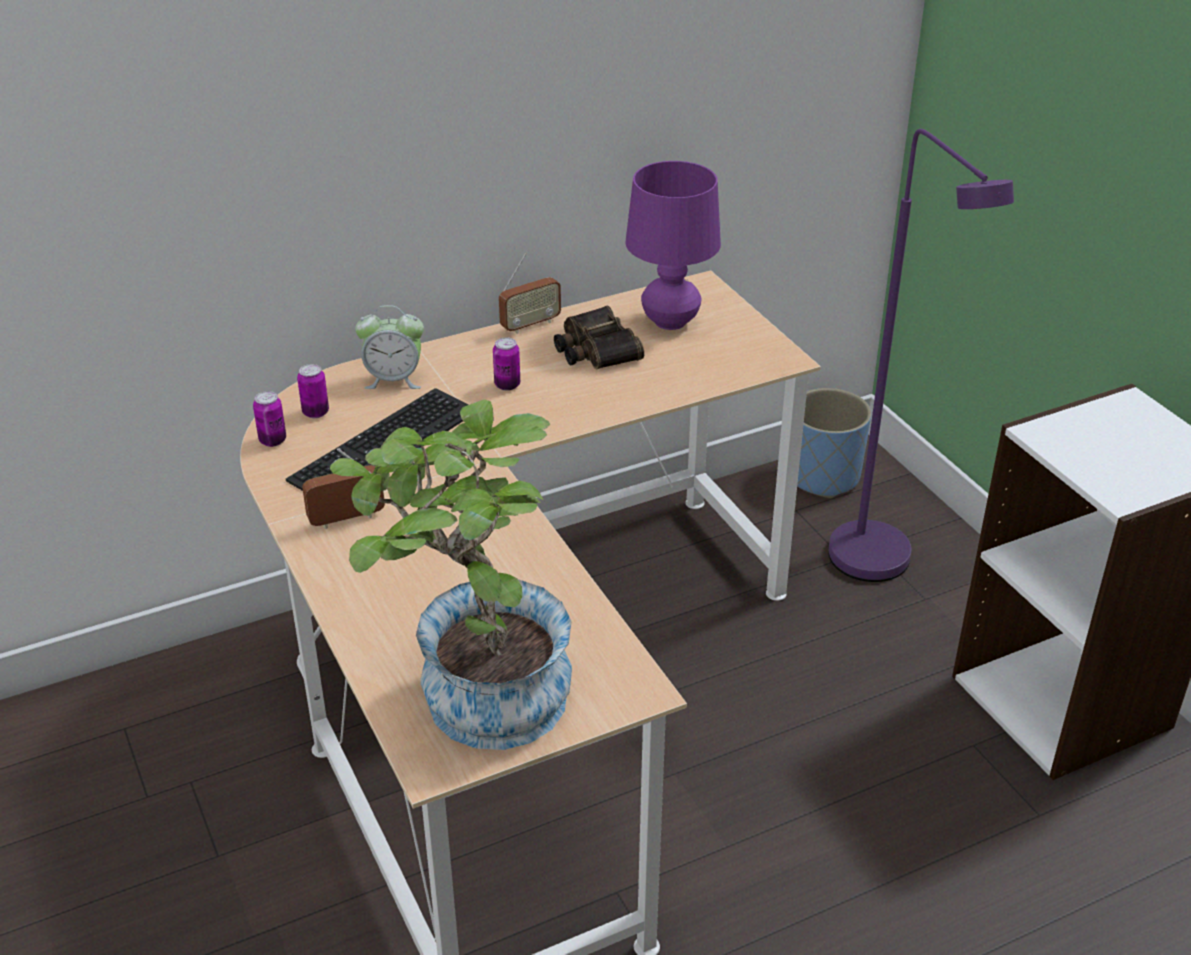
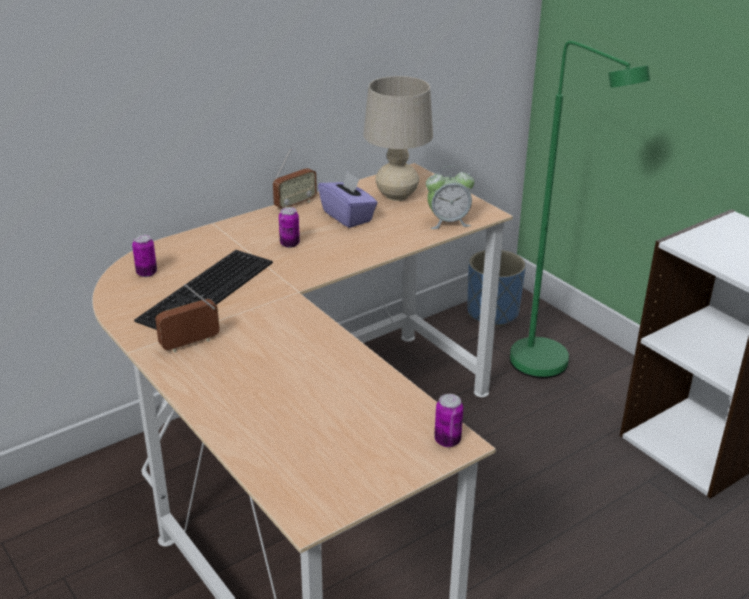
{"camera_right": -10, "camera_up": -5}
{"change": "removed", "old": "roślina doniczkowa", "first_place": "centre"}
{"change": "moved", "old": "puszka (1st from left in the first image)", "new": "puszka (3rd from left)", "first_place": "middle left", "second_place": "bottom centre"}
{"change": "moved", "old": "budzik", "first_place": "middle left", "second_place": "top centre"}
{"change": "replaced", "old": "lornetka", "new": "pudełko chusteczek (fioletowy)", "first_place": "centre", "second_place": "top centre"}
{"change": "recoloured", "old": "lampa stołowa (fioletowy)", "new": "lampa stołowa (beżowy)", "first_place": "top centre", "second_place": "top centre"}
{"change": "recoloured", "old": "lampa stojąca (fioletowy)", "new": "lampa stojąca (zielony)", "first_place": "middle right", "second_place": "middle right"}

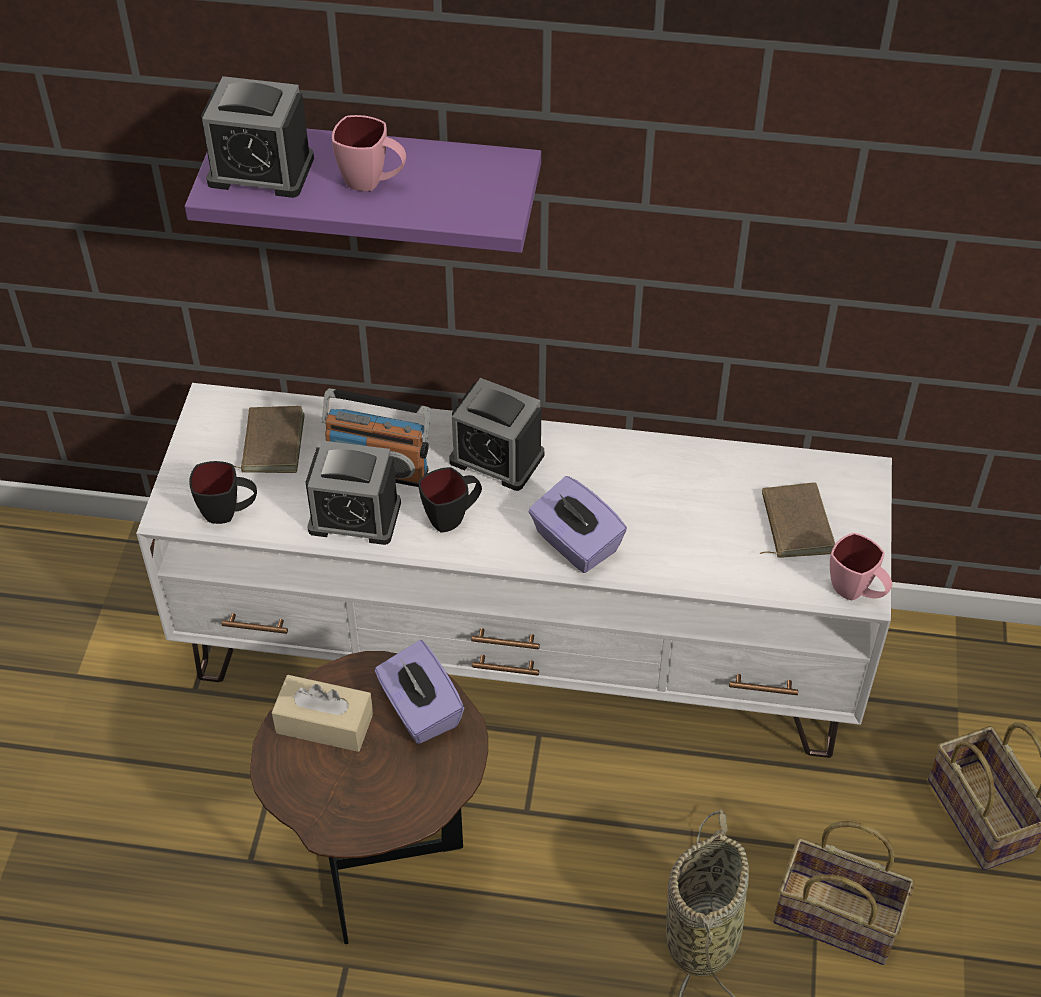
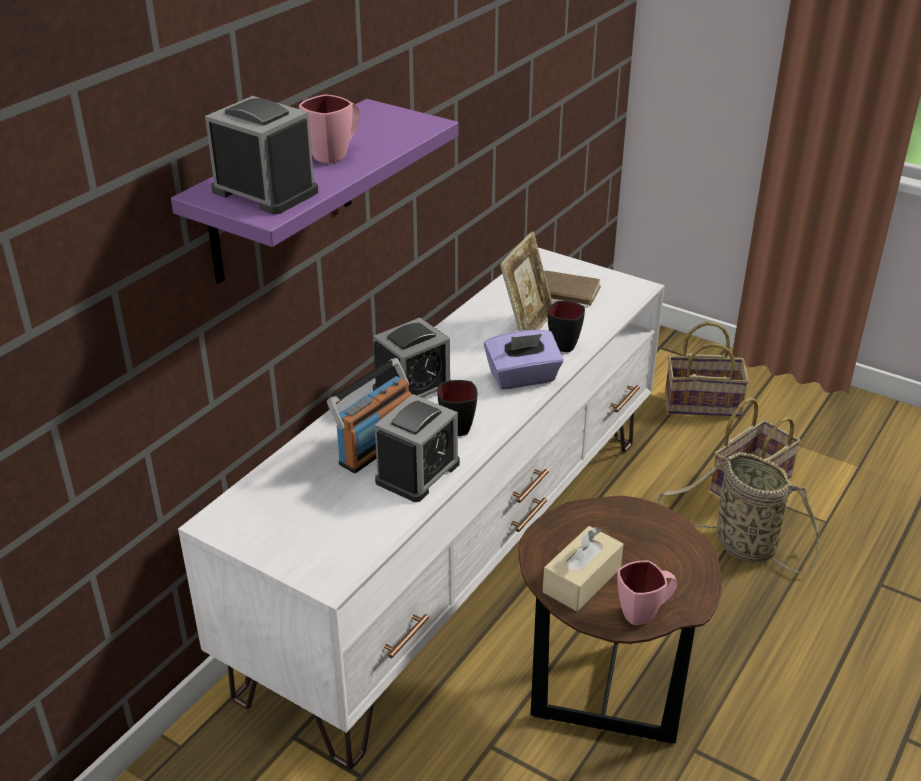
{"camera_right": -65, "camera_up": -15}
{"change": "removed", "old": "książka (brązowy) (1st from left)", "first_place": "middle left"}
{"change": "removed", "old": "pudełko chusteczek (fioletowy) (1st from left)", "first_place": "bottom centre"}
{"change": "added", "new": "ramka na zdjęcie", "second_place": "centre"}
{"change": "moved", "old": "kubek (czarny) (1st from left in the first image)", "new": "kubek (czarny) (2nd from left)", "first_place": "middle left", "second_place": "centre"}
{"change": "moved", "old": "kubek (różowy) (2nd from left)", "first_place": "middle right", "second_place": "bottom right"}
{"change": "turned", "old": "budzik (1st from left)", "first_place": "top left", "second_place": "top left", "degrees": -90}

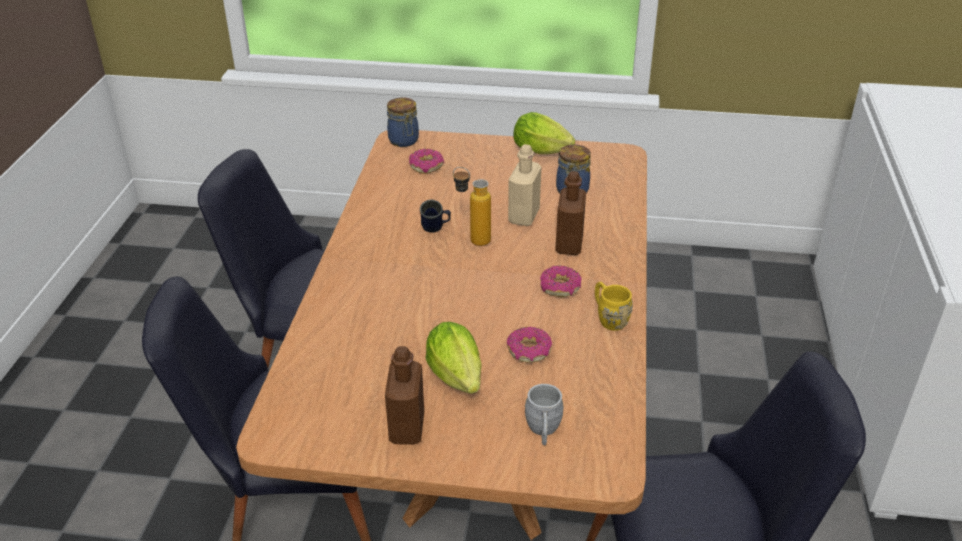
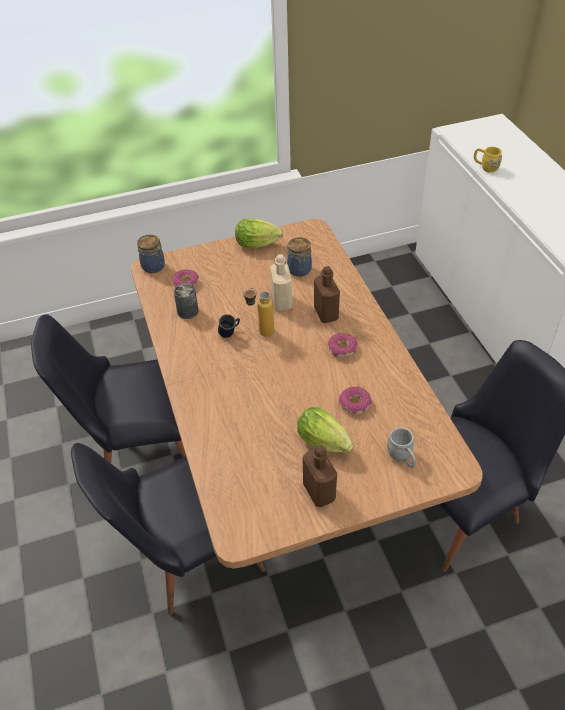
{"camera_right": -25, "camera_up": 10}
{"change": "added", "new": "puszka", "second_place": "middle left"}
{"change": "moved", "old": "kubek (żółty)", "first_place": "centre", "second_place": "top right"}

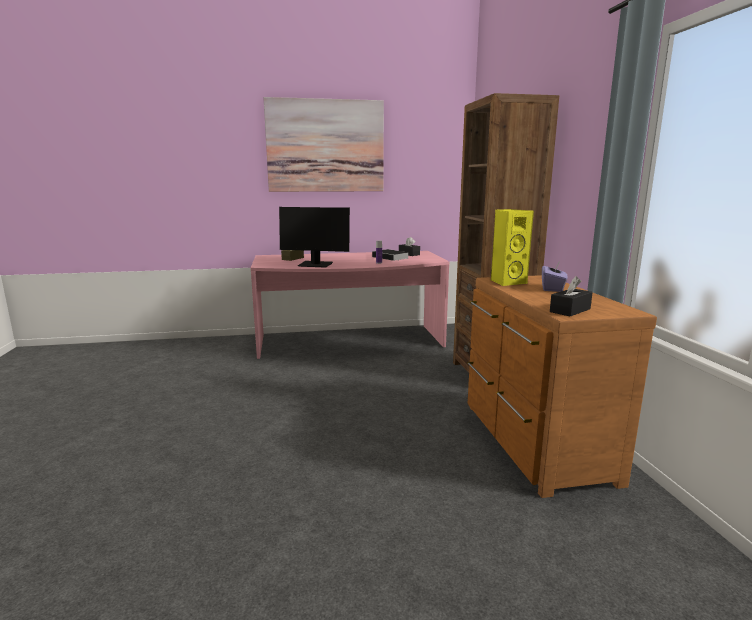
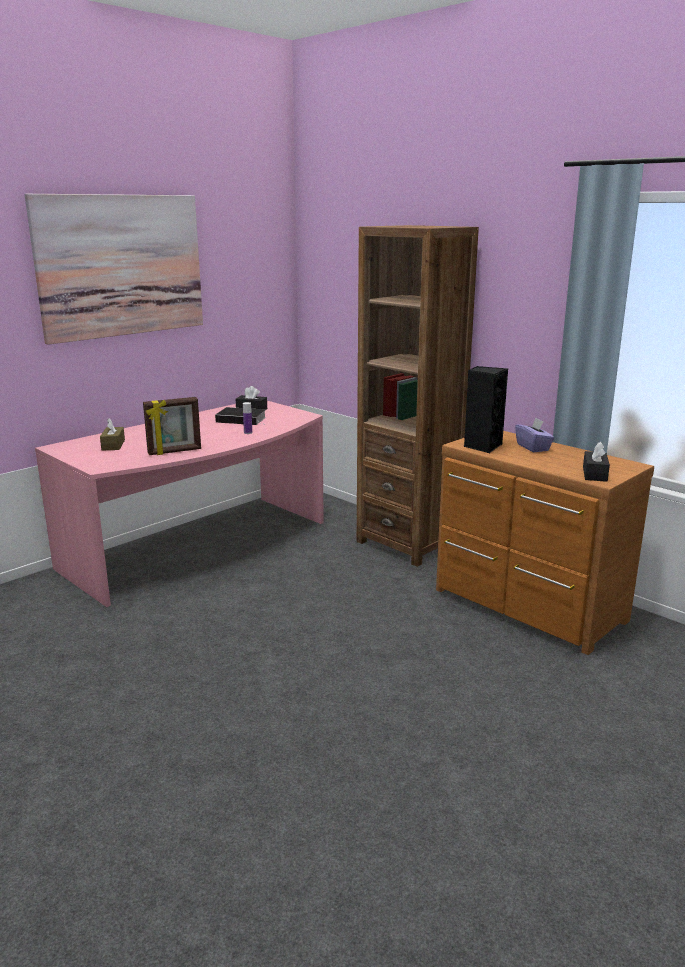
{"camera_right": -35, "camera_up": 5}
{"change": "replaced", "old": "monitor", "new": "ramka na zdjęcie", "first_place": "centre", "second_place": "middle left"}
{"change": "recoloured", "old": "głośnik (żółty)", "new": "głośnik (czarny)", "first_place": "middle right", "second_place": "middle right"}

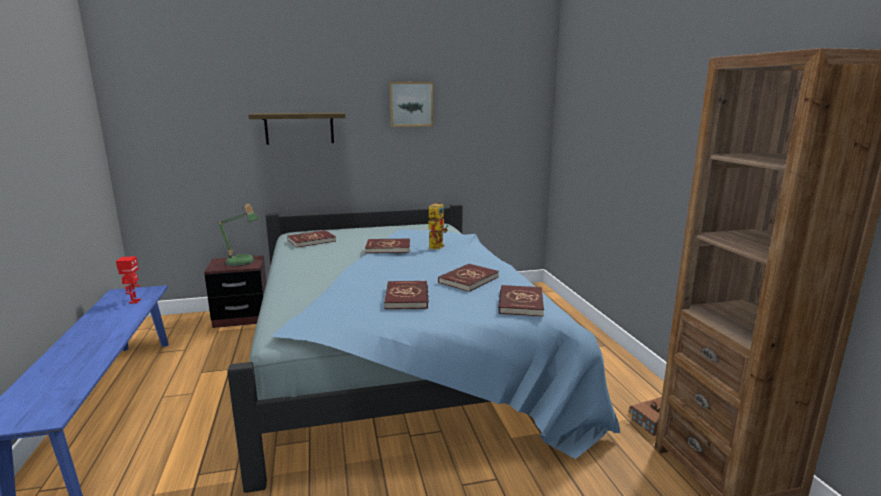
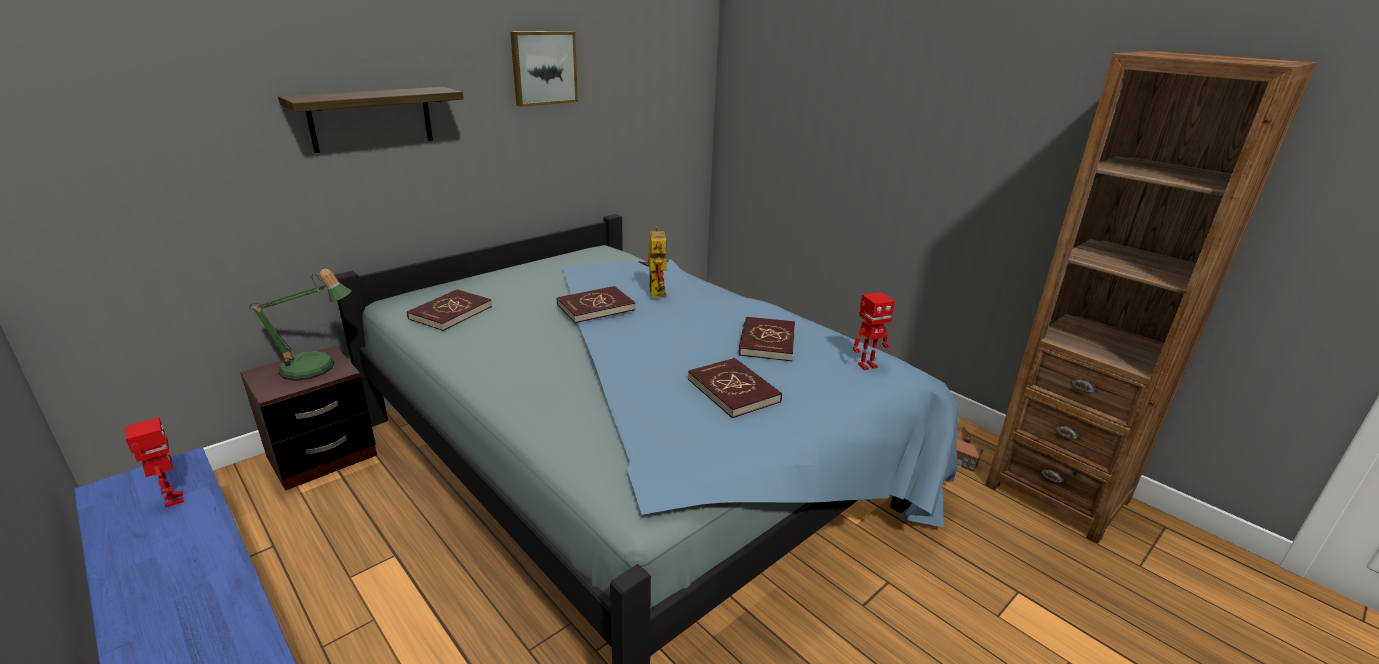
{"camera_right": -30, "camera_up": 10}
{"change": "replaced", "old": "książka (czerwony) (5th from left)", "new": "robot zabawkowy (3rd from left)", "first_place": "centre", "second_place": "centre"}

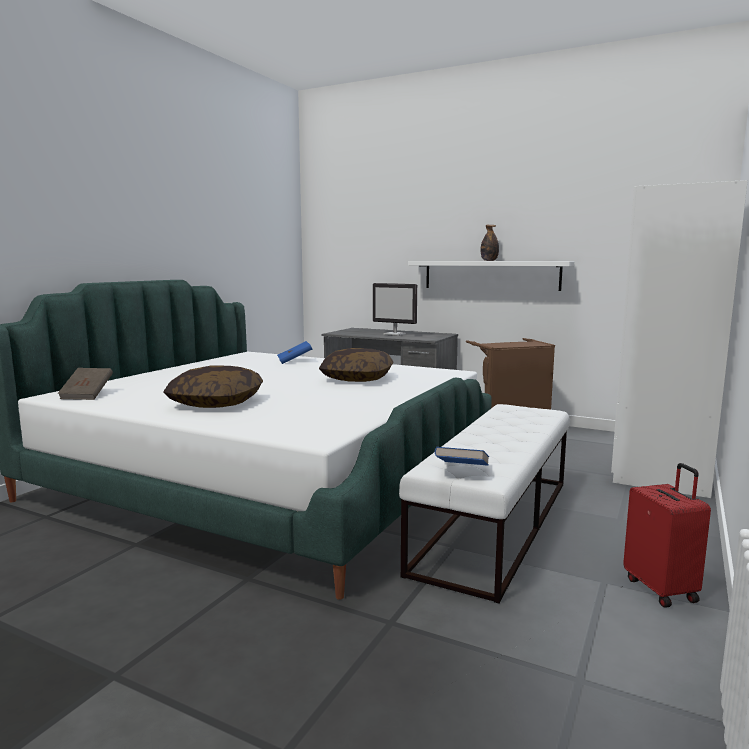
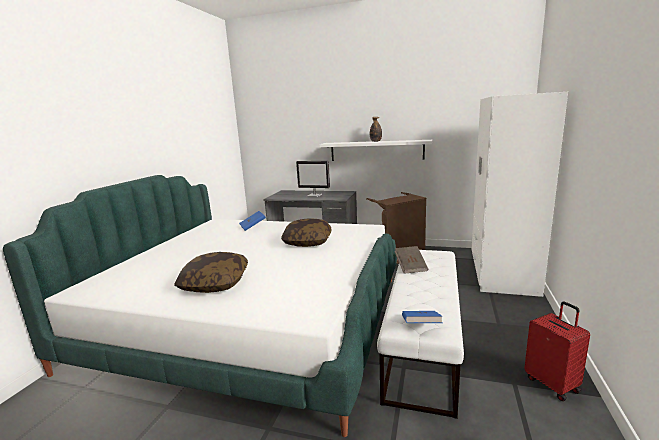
{"camera_right": -10, "camera_up": 5}
{"change": "moved", "old": "książka (brązowy)", "first_place": "middle left", "second_place": "centre"}

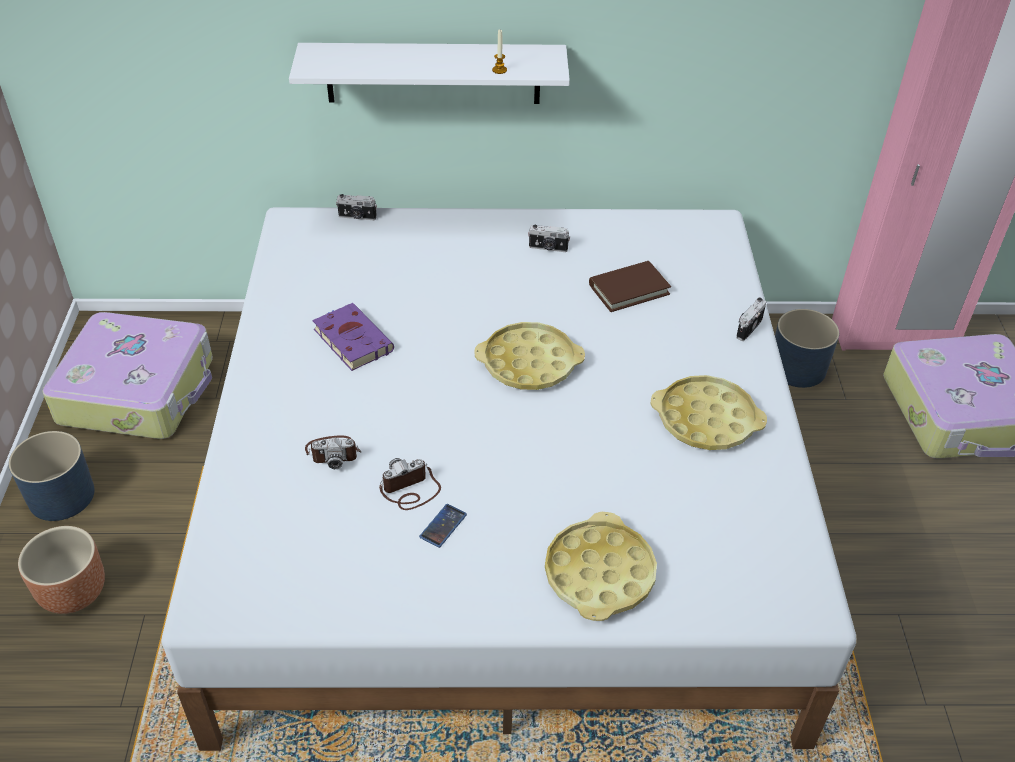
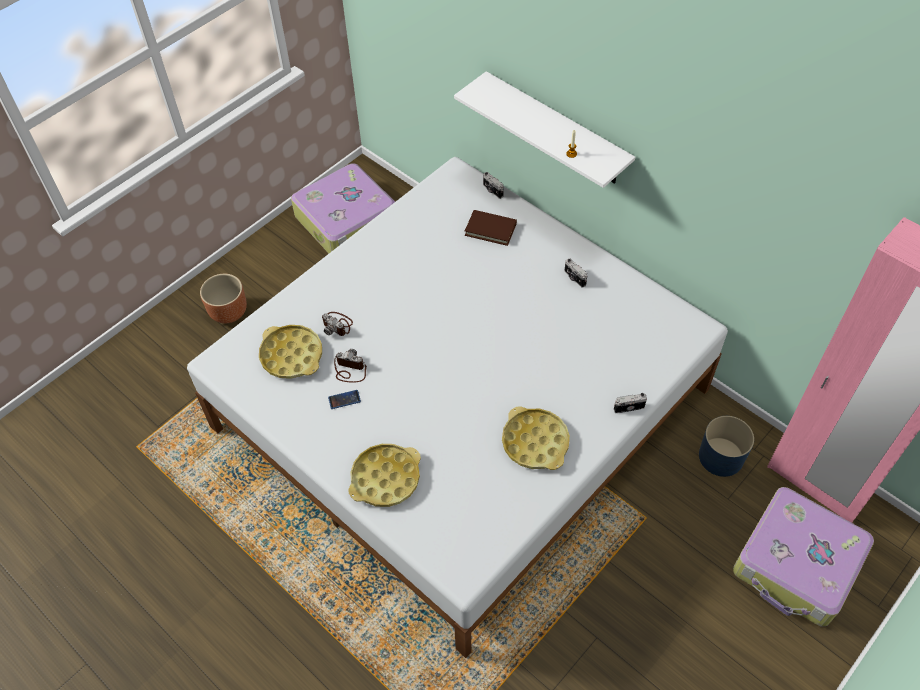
{"camera_right": 45, "camera_up": 10}
{"change": "removed", "old": "donica (niebieski) (1st from left)", "first_place": "middle left"}
{"change": "removed", "old": "książka (fioletowy)", "first_place": "centre"}
{"change": "moved", "old": "taca (żółty) (1st from left)", "first_place": "centre", "second_place": "middle left"}
{"change": "moved", "old": "książka (brązowy)", "first_place": "centre", "second_place": "top centre"}

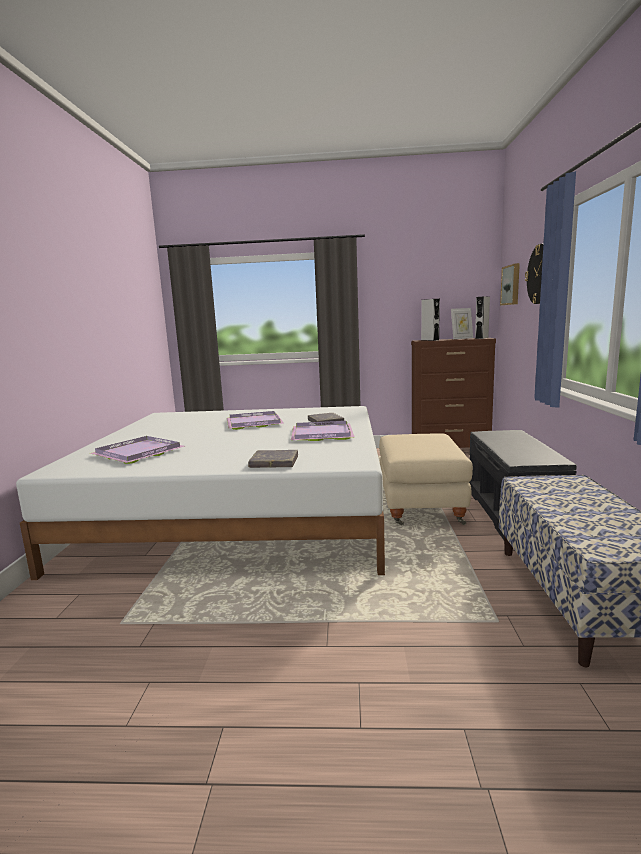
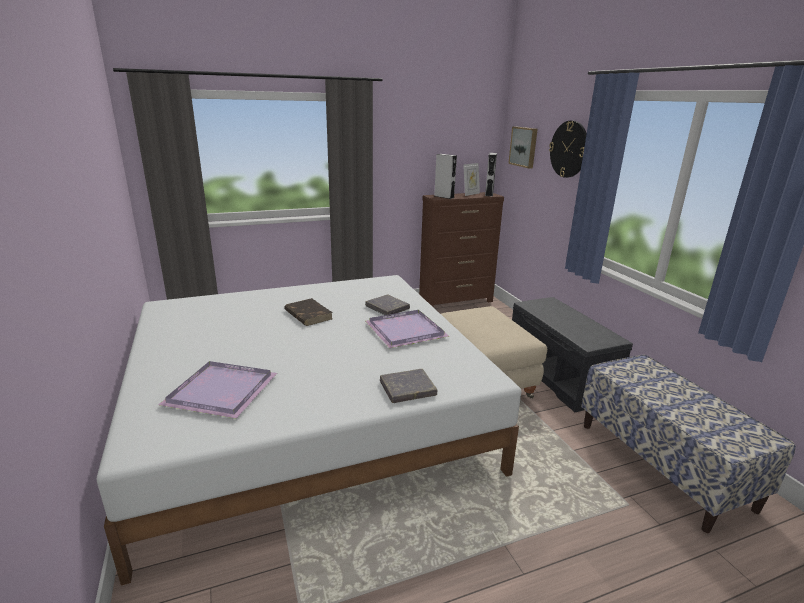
{"camera_right": -25, "camera_up": 10}
{"change": "replaced", "old": "taca (fioletowy) (2nd from left)", "new": "książka (brązowy)", "first_place": "centre", "second_place": "centre"}

